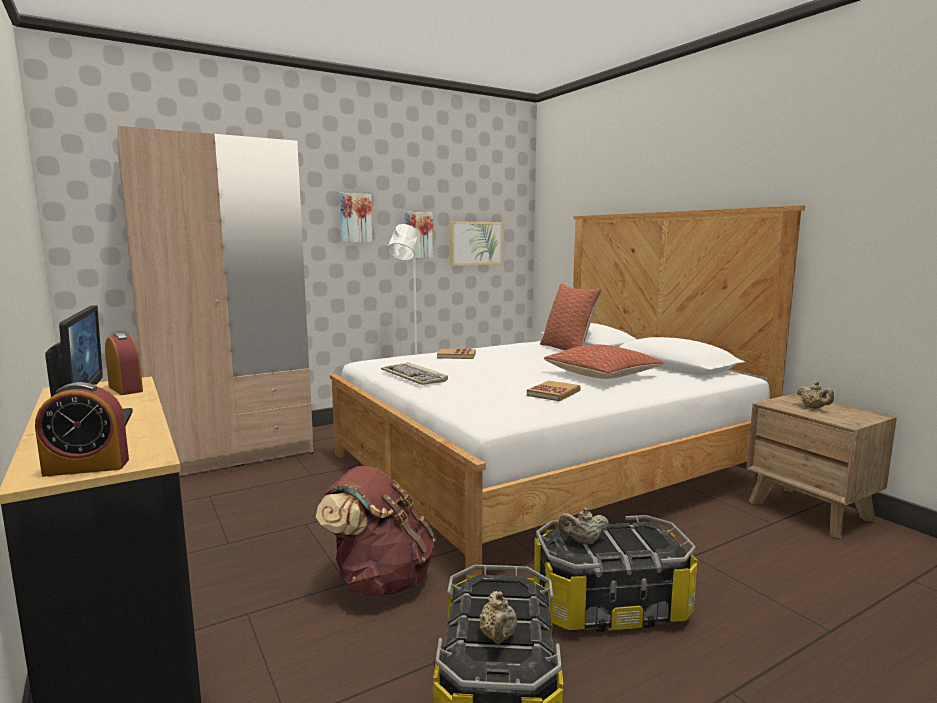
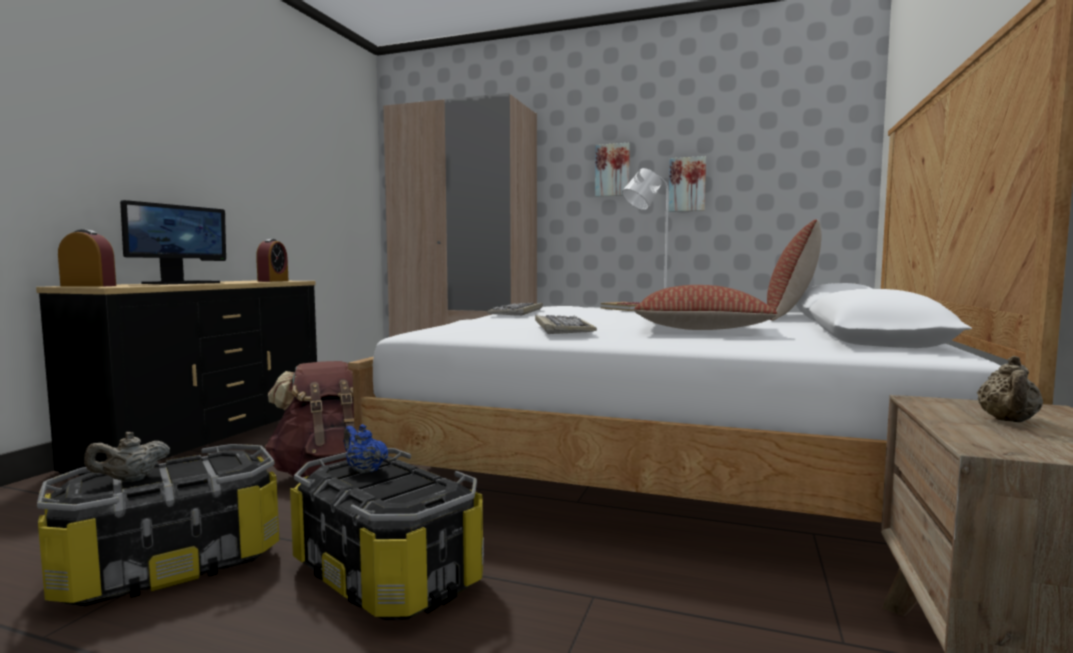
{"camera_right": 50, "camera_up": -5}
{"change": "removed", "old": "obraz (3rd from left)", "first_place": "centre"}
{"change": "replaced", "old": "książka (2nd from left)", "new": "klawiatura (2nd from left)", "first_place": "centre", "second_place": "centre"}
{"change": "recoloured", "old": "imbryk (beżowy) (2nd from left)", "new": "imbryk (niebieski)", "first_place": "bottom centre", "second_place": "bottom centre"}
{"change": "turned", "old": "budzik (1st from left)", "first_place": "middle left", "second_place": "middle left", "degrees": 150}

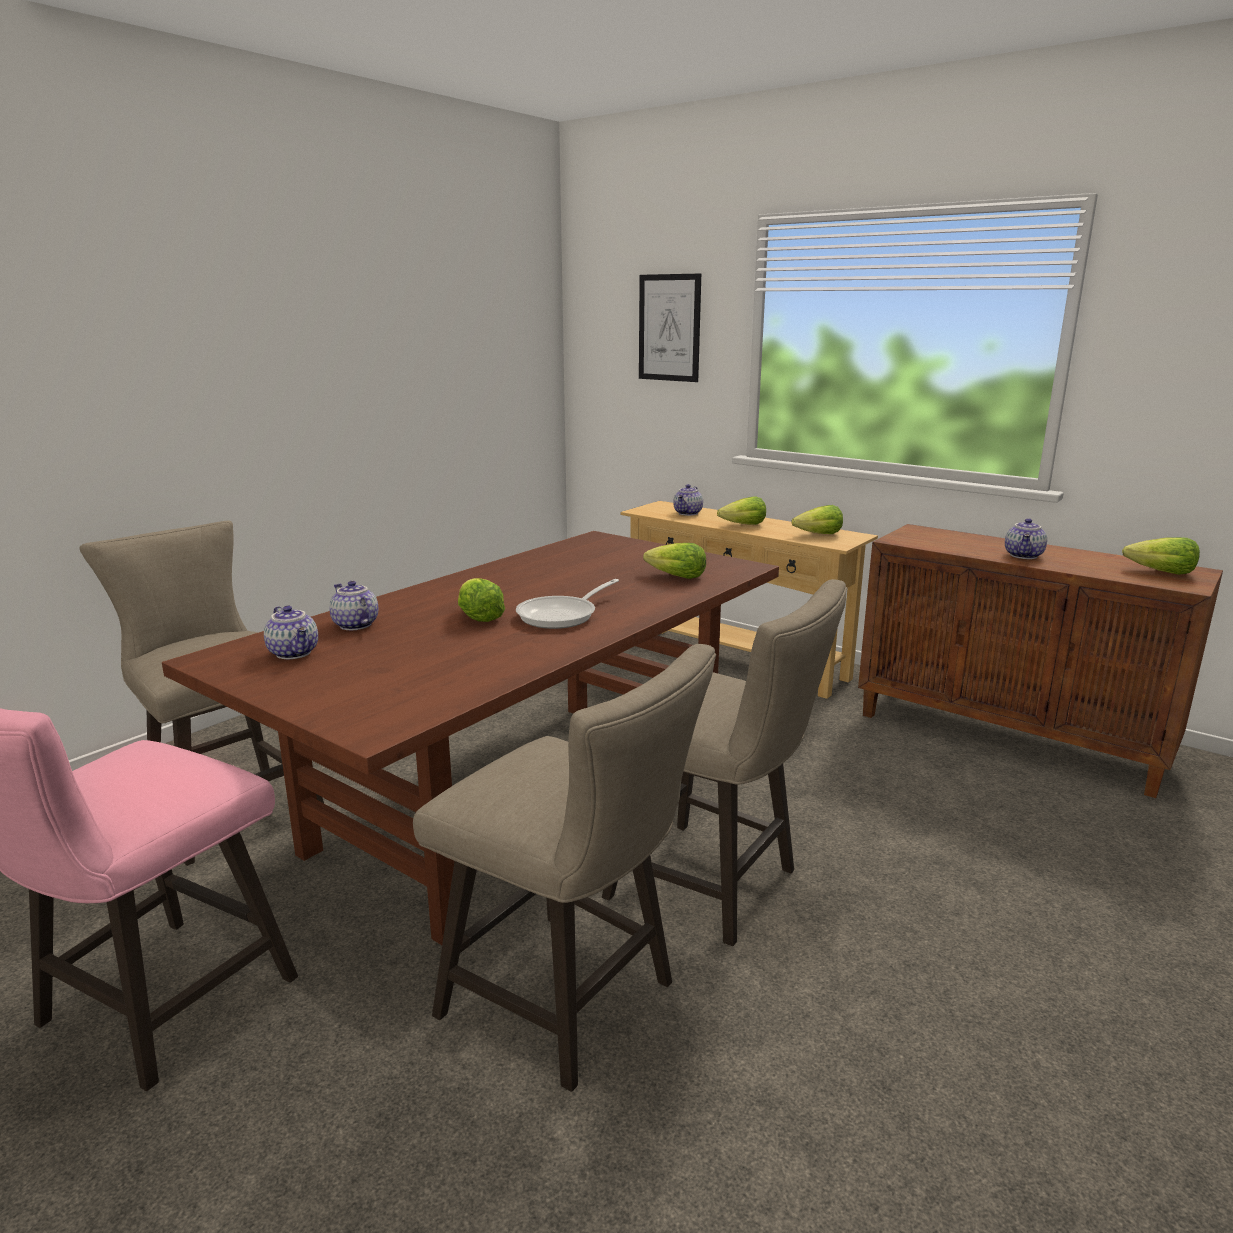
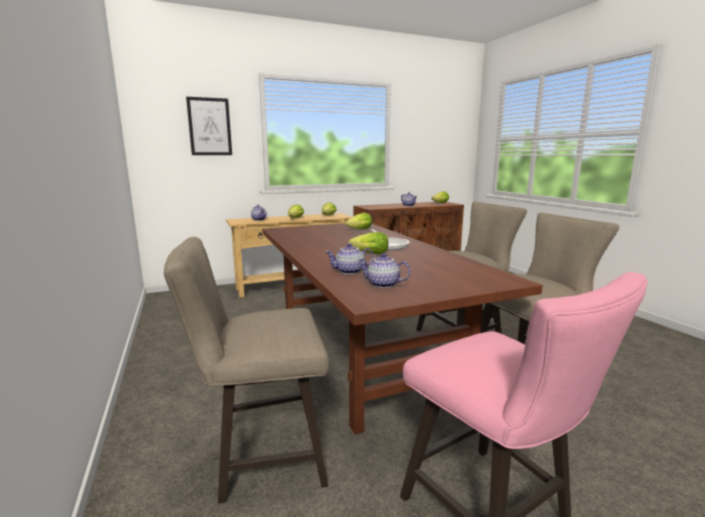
{"camera_right": -60, "camera_up": -5}
{"change": "turned", "old": "imbryk (1st from left in the first image)", "first_place": "middle left", "second_place": "centre", "degrees": -150}

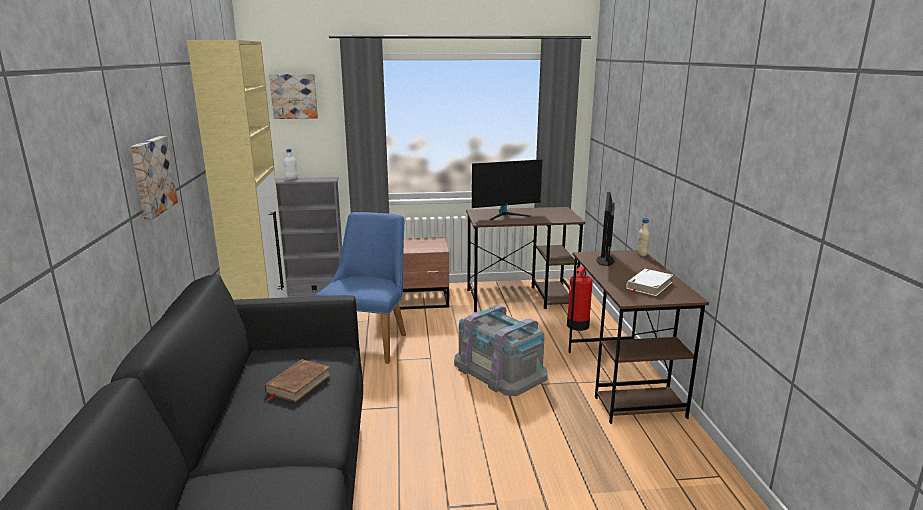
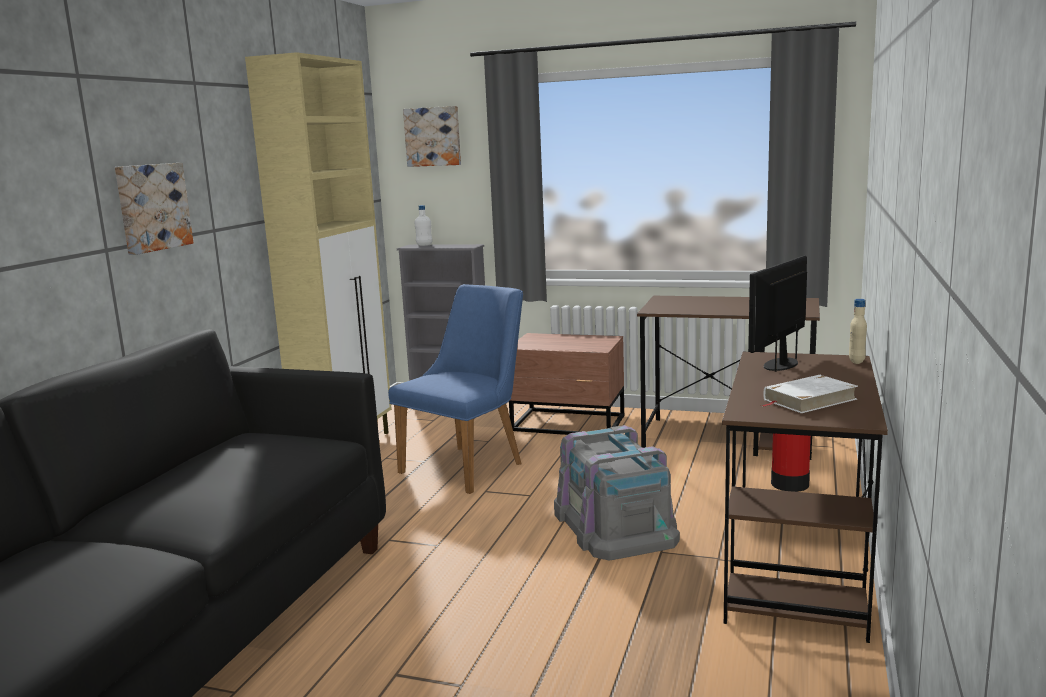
{"camera_right": 25, "camera_up": -5}
{"change": "removed", "old": "książka (brązowy)", "first_place": "bottom left"}
{"change": "removed", "old": "monitor (1st from left)", "first_place": "centre"}

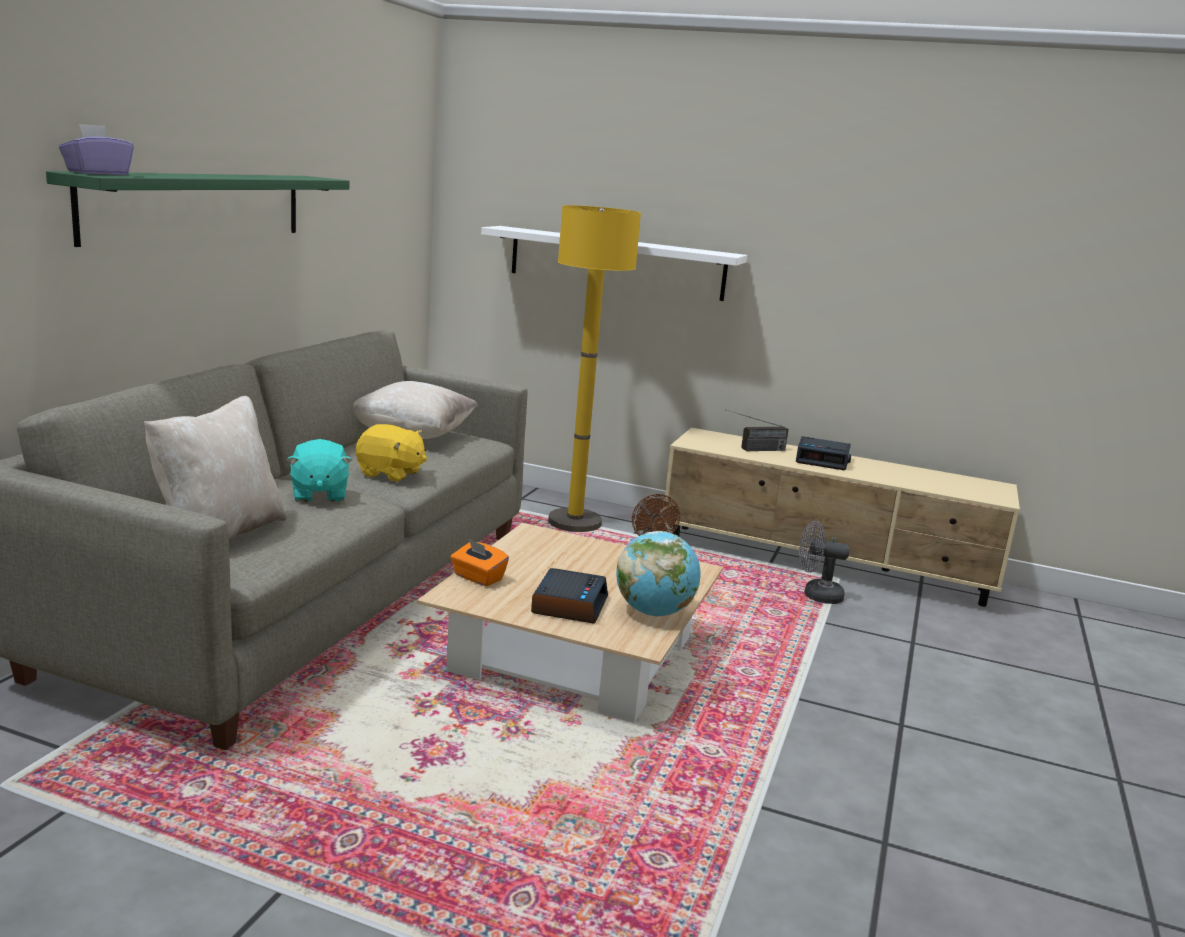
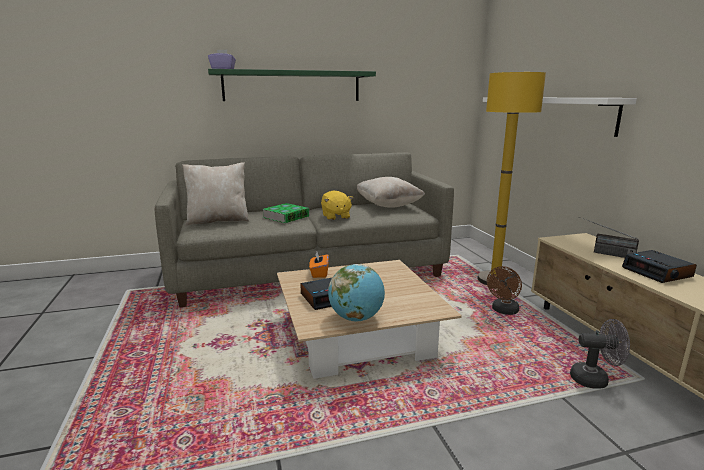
{"camera_right": 55, "camera_up": 0}
{"change": "replaced", "old": "pluszak (turkusowy)", "new": "książka", "first_place": "middle left", "second_place": "centre"}
{"change": "turned", "old": "wentylator (szary)", "first_place": "middle right", "second_place": "bottom right", "degrees": 120}

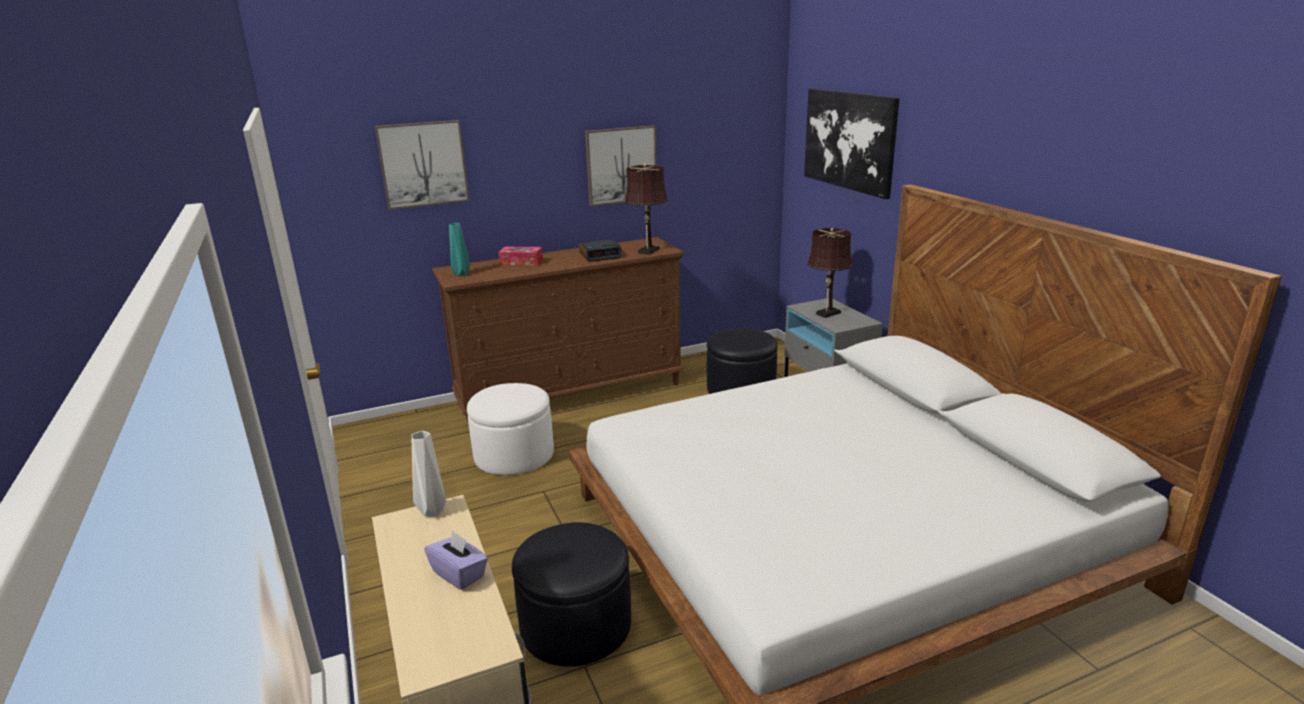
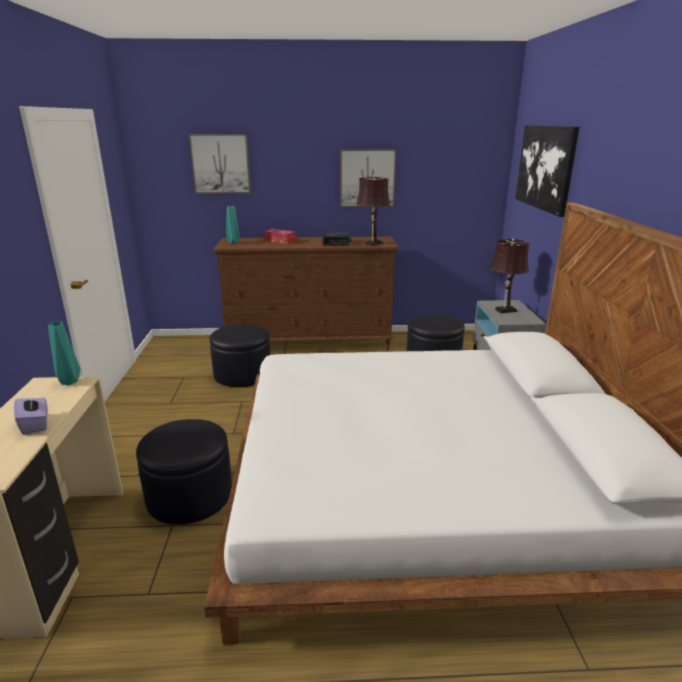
{"camera_right": 20, "camera_up": 0}
{"change": "recoloured", "old": "wazon (biały)", "new": "wazon (turkusowy) (1st from left)", "first_place": "bottom left", "second_place": "middle left"}
{"change": "recoloured", "old": "pufa (biały)", "new": "pufa (czarny) (2nd from left)", "first_place": "centre", "second_place": "centre"}

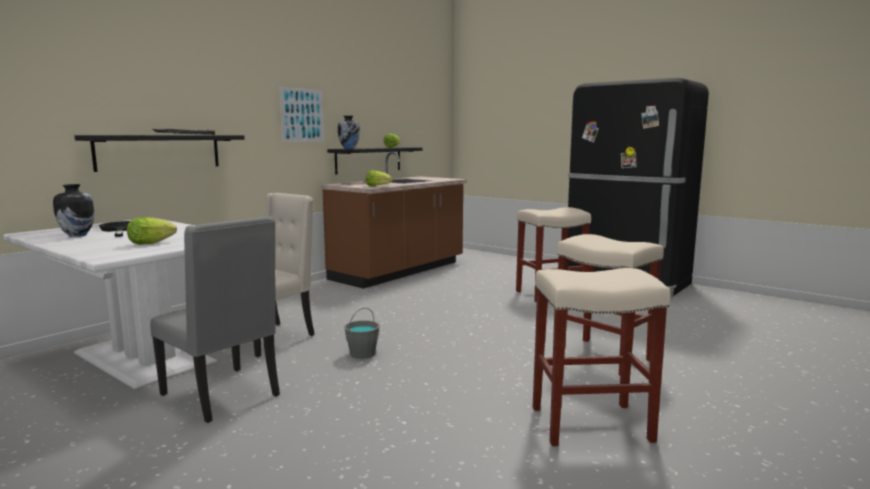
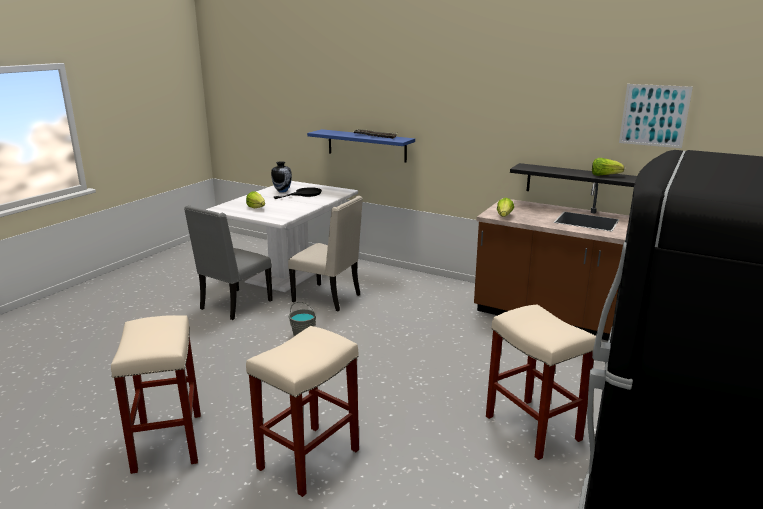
{"camera_right": 80, "camera_up": 10}
{"change": "removed", "old": "wazon (2nd from left)", "first_place": "top centre"}
{"change": "moved", "old": "obraz", "first_place": "top centre", "second_place": "top right"}
{"change": "recoloured", "old": "półka (czarny) (1st from left)", "new": "półka (niebieski)", "first_place": "top left", "second_place": "top centre"}

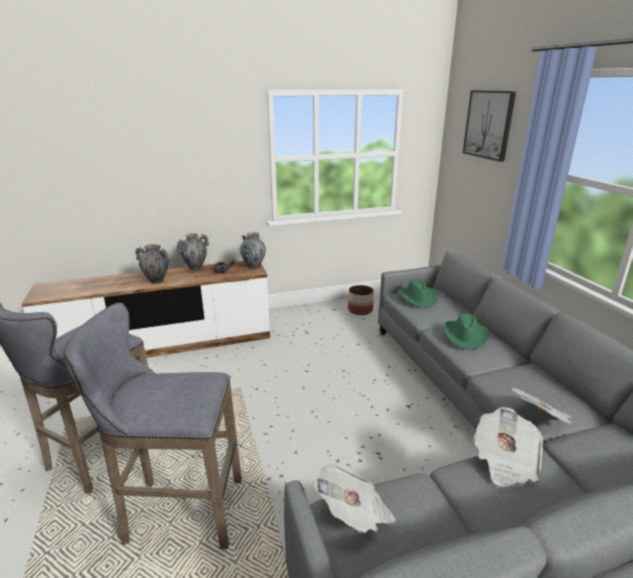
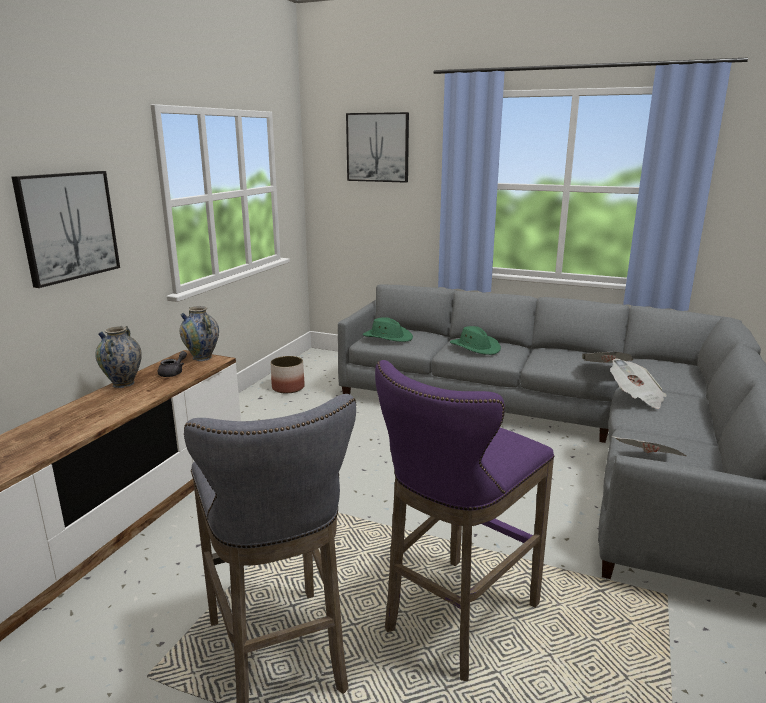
{"camera_right": -50, "camera_up": -5}
{"change": "removed", "old": "wazon (1st from left)", "first_place": "middle left"}
{"change": "added", "new": "obraz (1st from left)", "second_place": "top left"}
{"change": "recoloured", "old": "stołek (szary) (2nd from left)", "new": "stołek (fioletowy)", "first_place": "bottom left", "second_place": "bottom centre"}

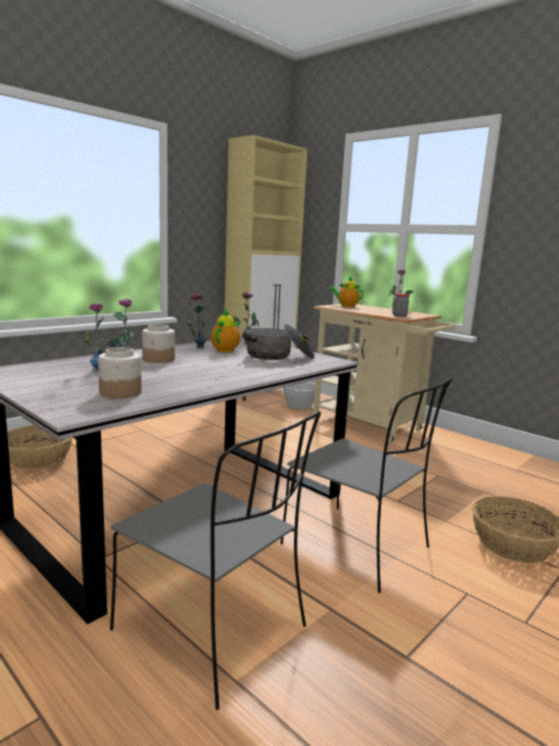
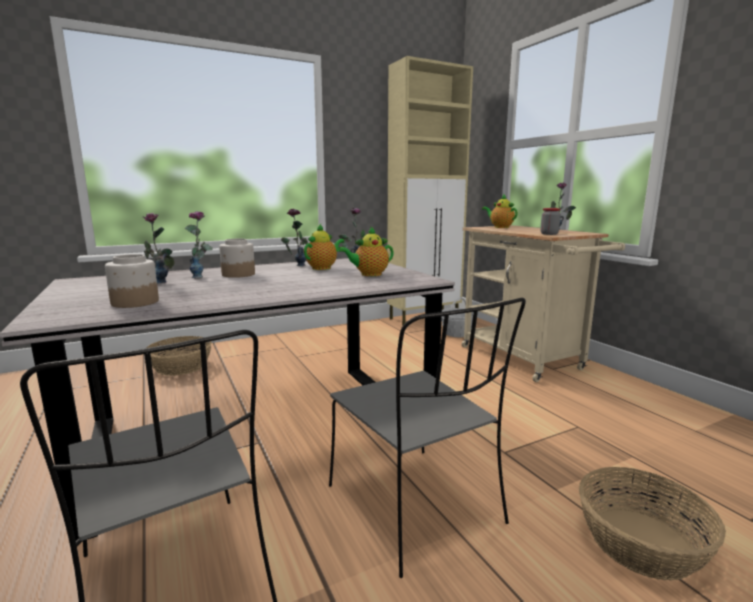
{"camera_right": 20, "camera_up": 0}
{"change": "replaced", "old": "garnek", "new": "imbryk (2nd from left)", "first_place": "centre", "second_place": "centre"}

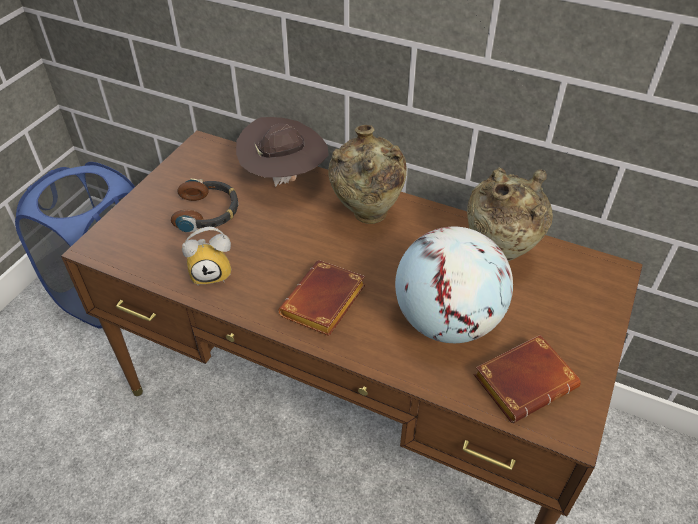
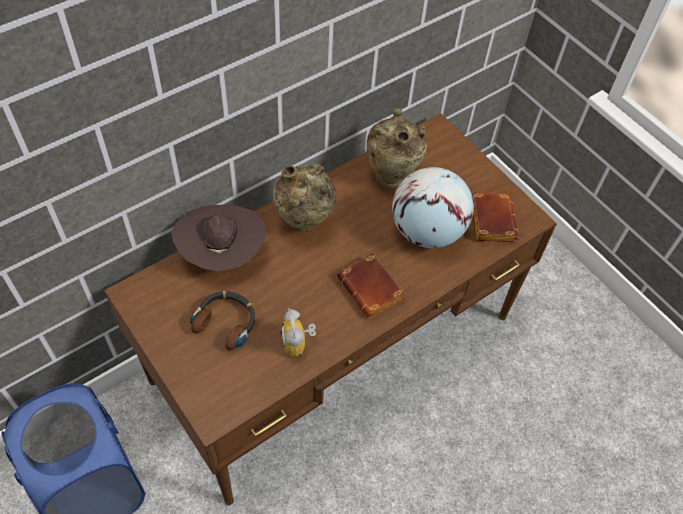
{"camera_right": -65, "camera_up": 10}
{"change": "turned", "old": "budzik", "first_place": "middle left", "second_place": "centre", "degrees": 150}

